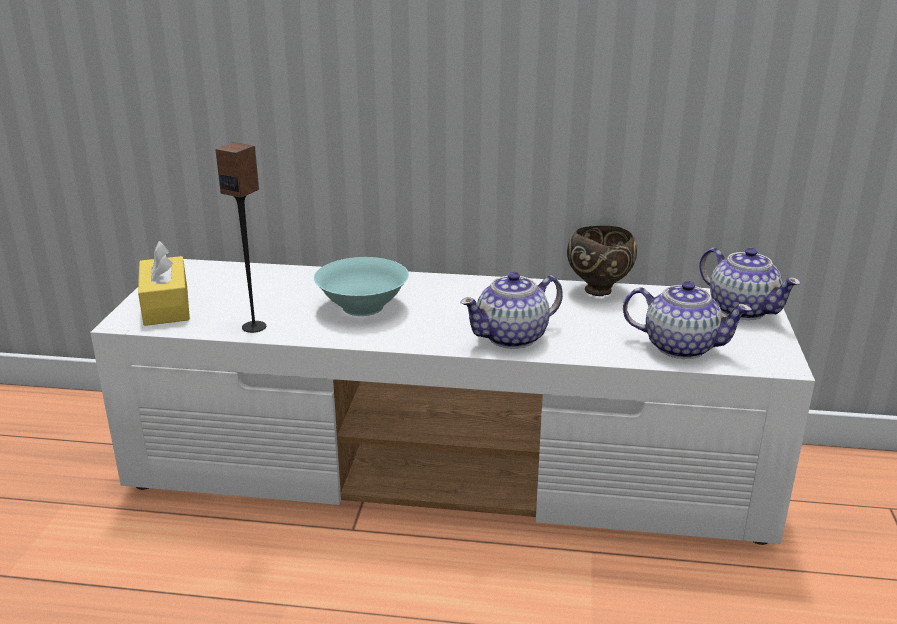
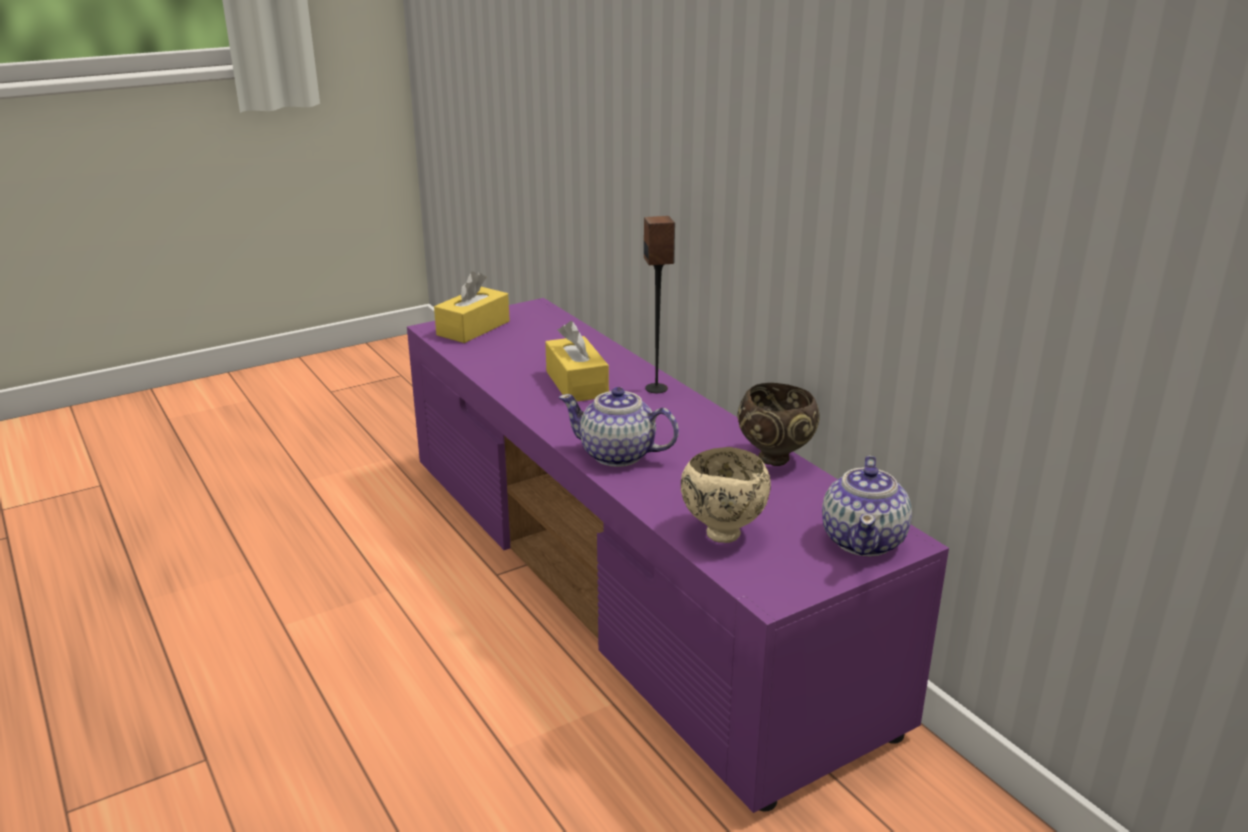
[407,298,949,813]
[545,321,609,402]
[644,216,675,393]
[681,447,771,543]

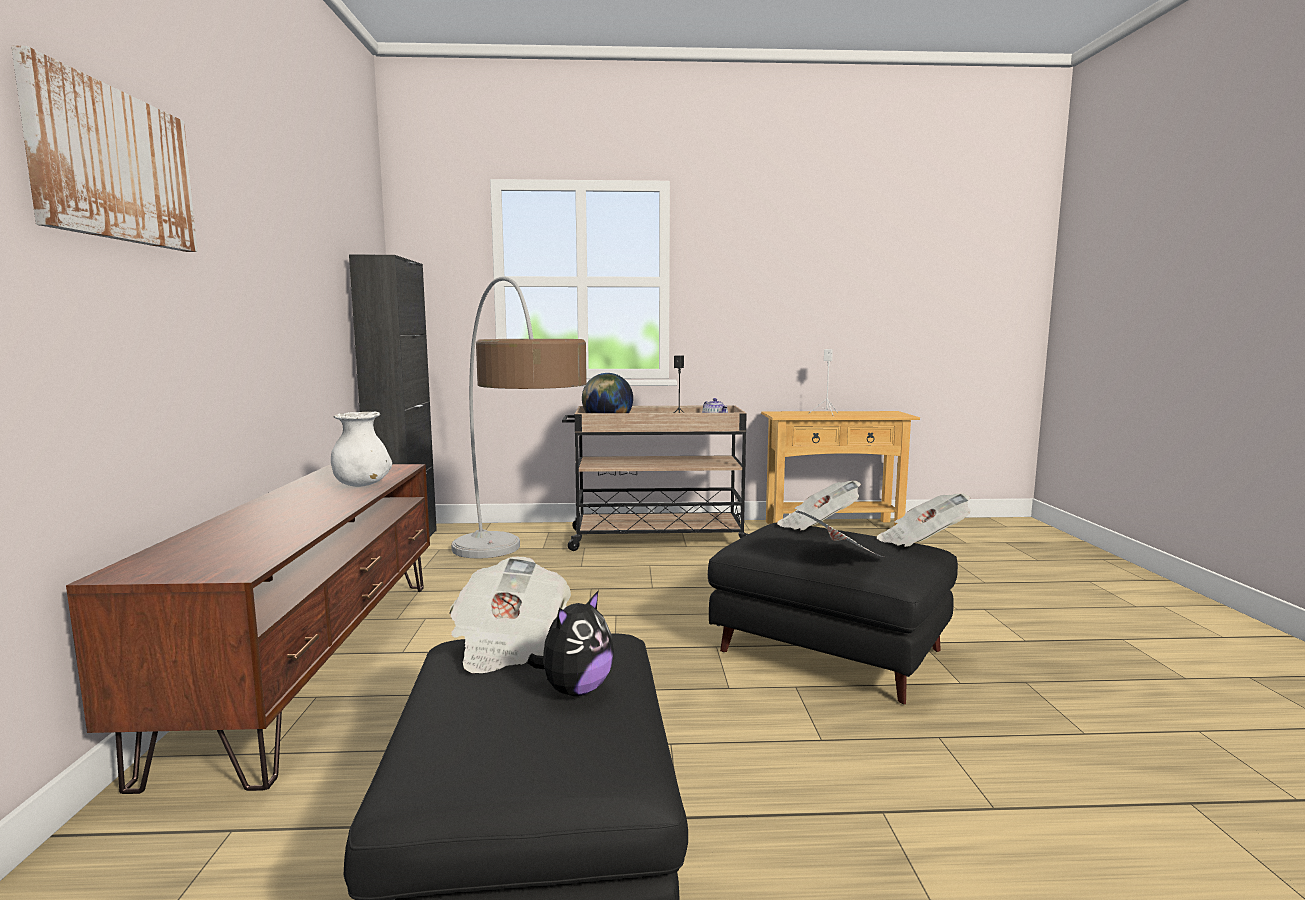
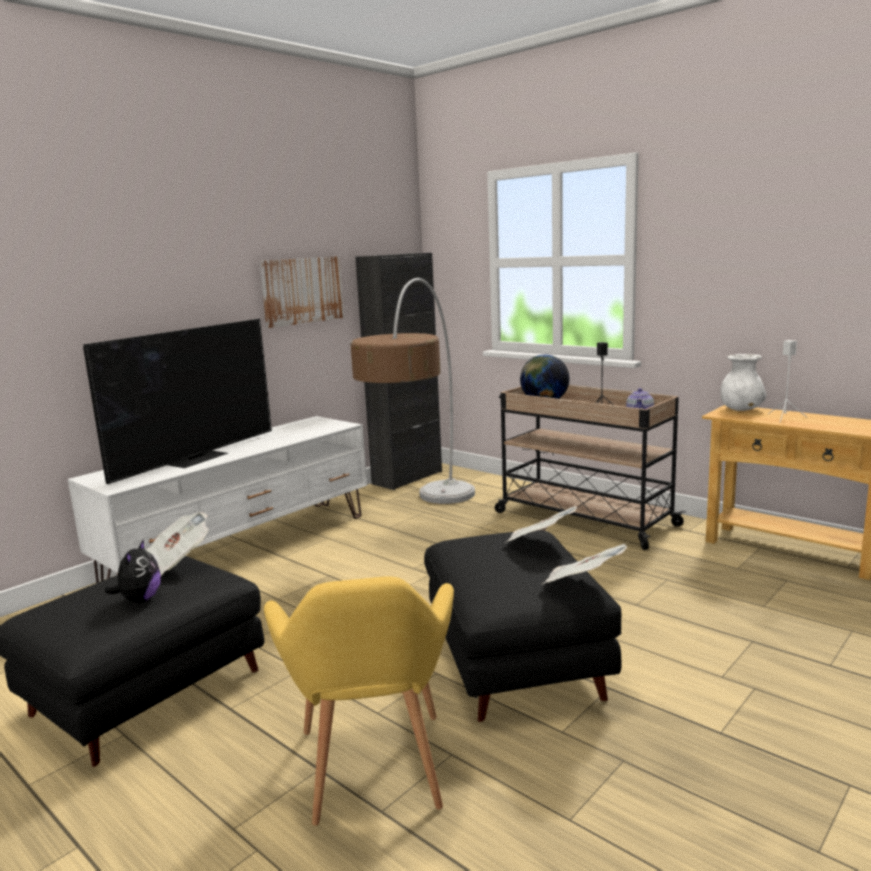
[68,416,367,583]
[83,319,272,484]
[105,539,161,603]
[260,256,344,328]
[264,576,454,826]
[720,354,767,411]
[794,511,884,557] (first image)

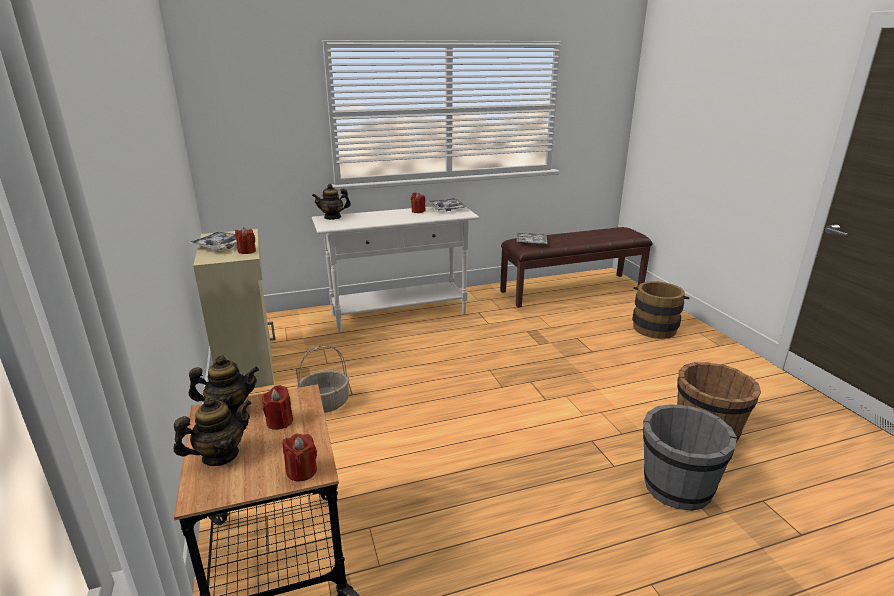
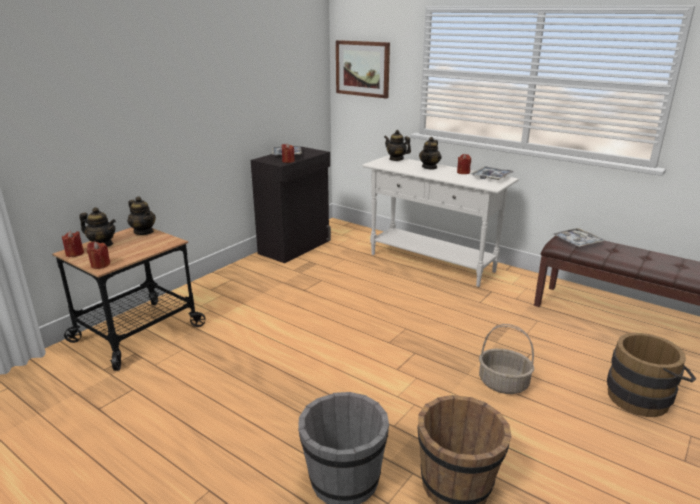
[62,231,84,257]
[251,146,331,263]
[336,40,390,99]
[419,137,442,170]
[479,324,534,394]

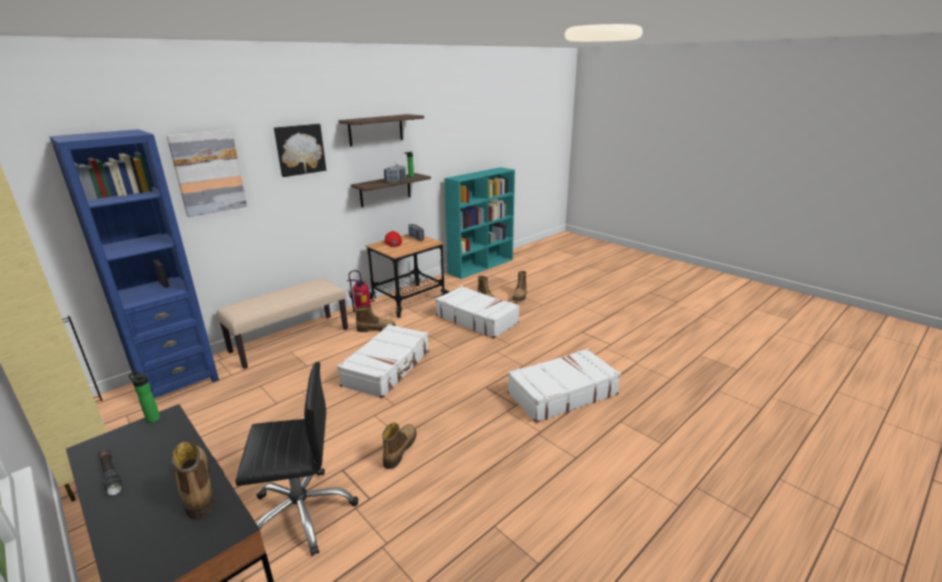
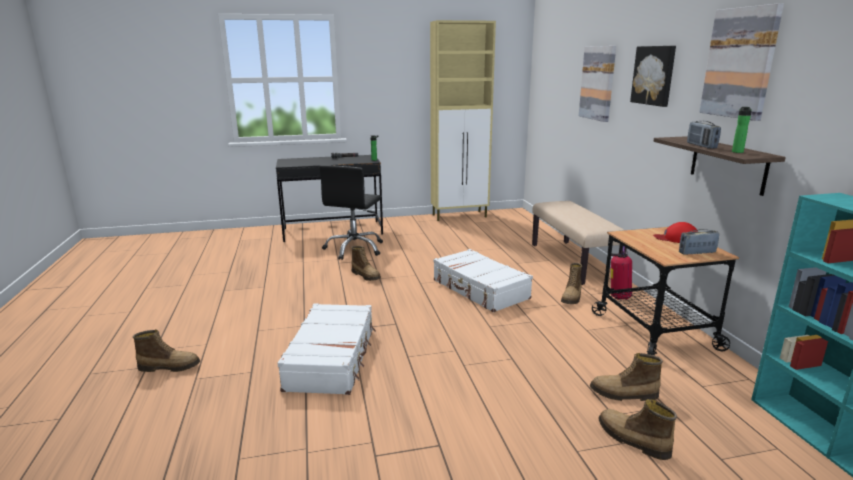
[133,330,200,372]
[699,3,784,121]
[49,129,219,398] (first image)
[435,286,519,338] (first image)

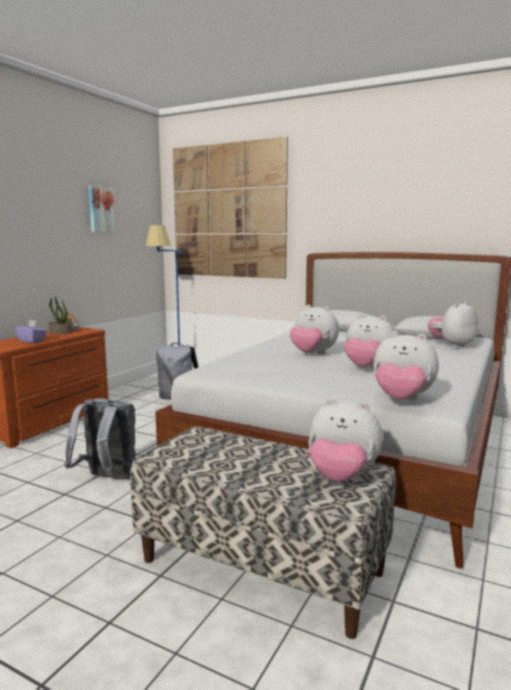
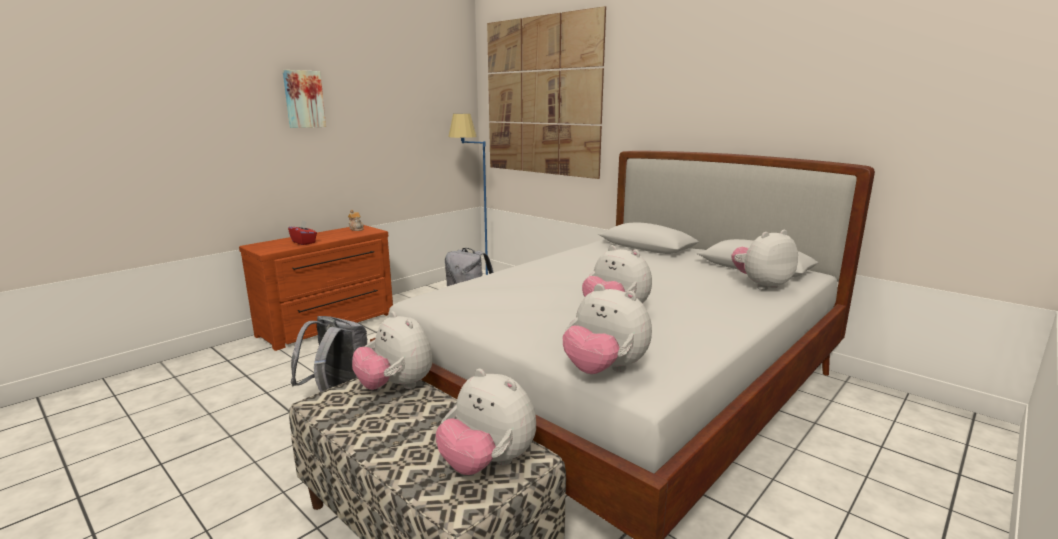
[283,70,326,128]
[288,220,317,245]
[352,311,433,390]
[49,295,71,334] (first image)

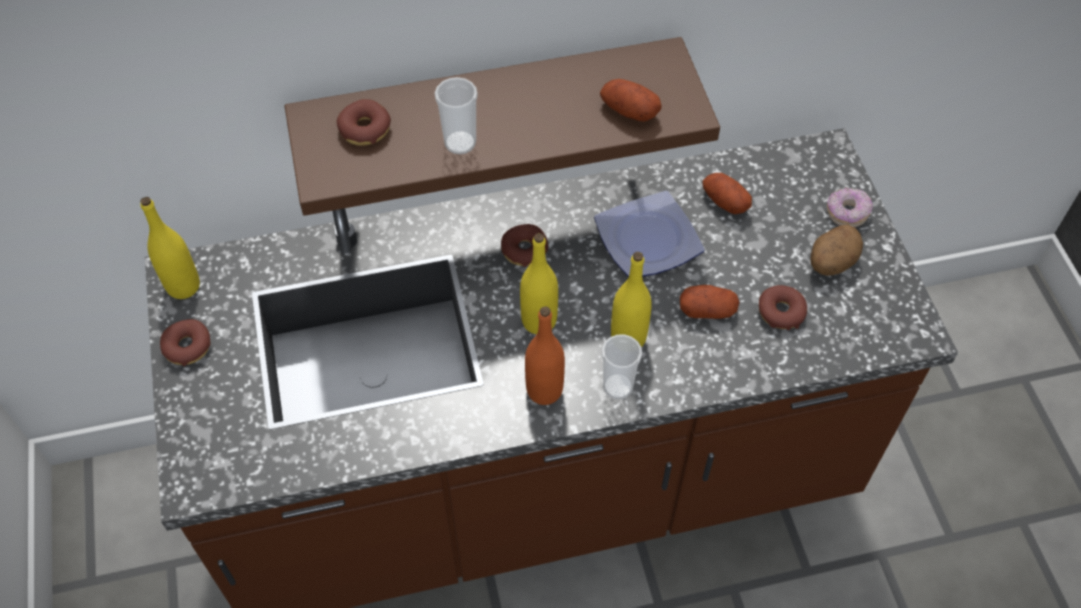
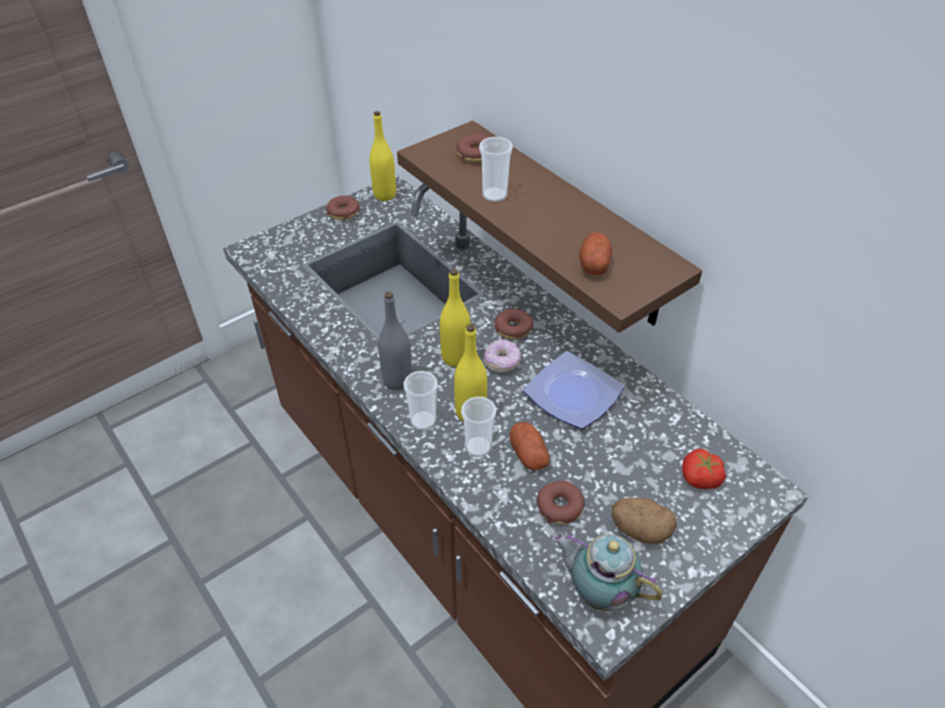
[378,292,412,390]
[461,396,496,457]
[484,339,521,372]
[552,532,663,611]
[682,449,726,489]
[703,173,752,214] (first image)

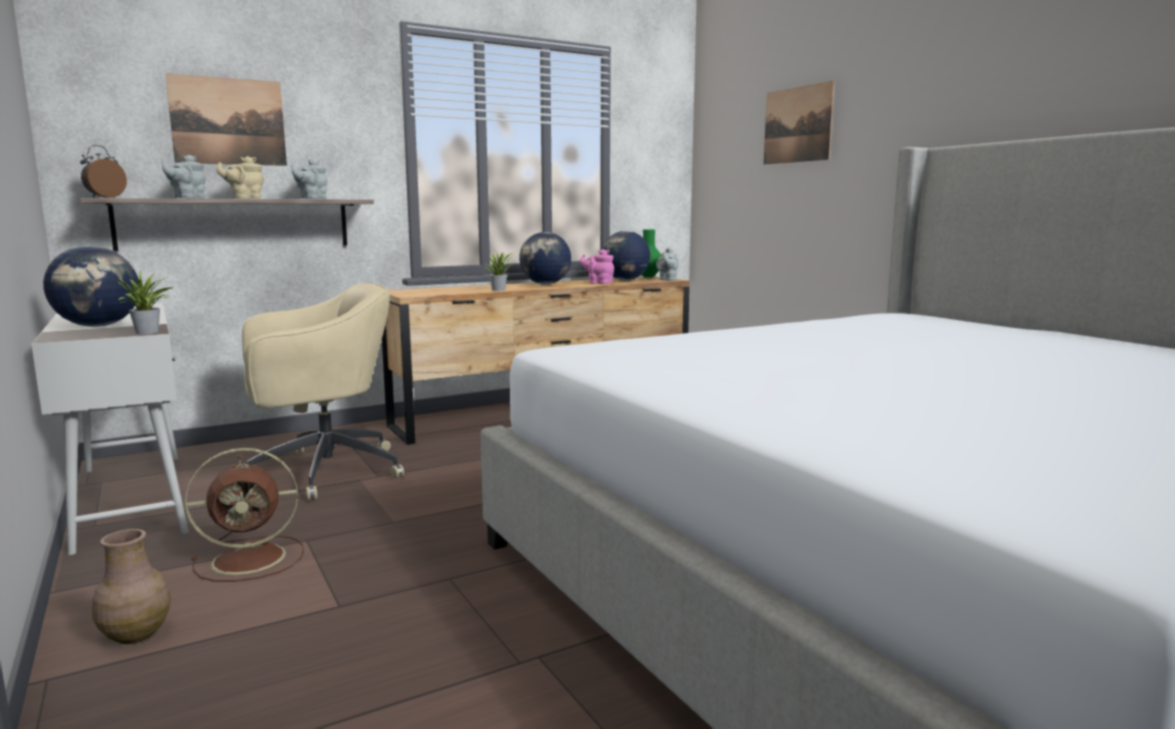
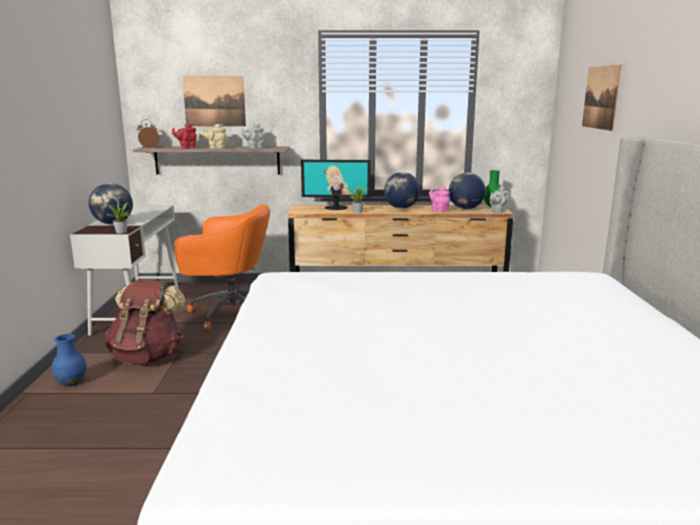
[52,334,87,387]
[105,280,185,363]
[172,124,197,149]
[174,204,270,330]
[301,160,371,210]

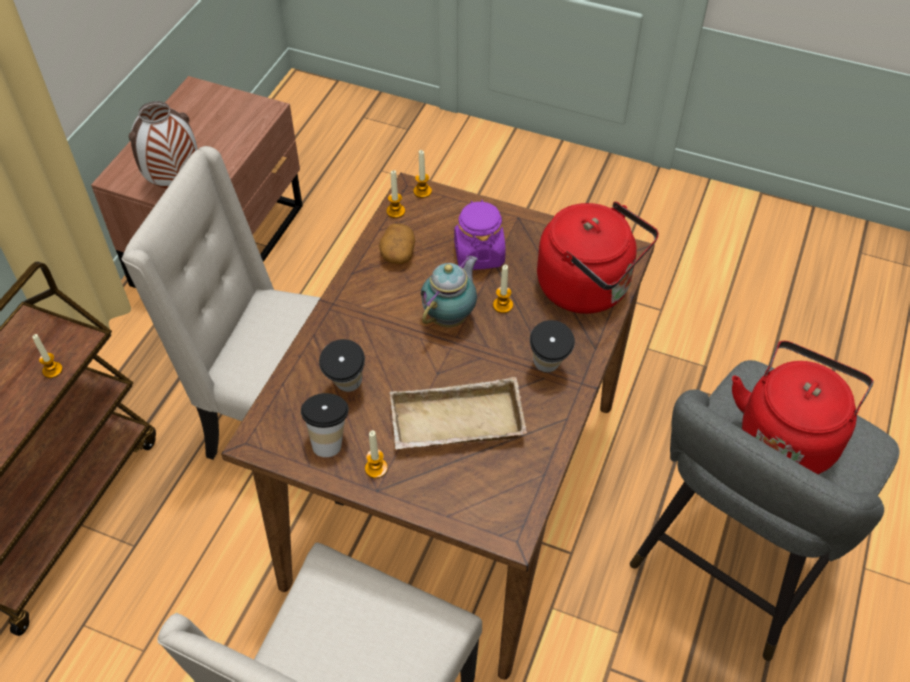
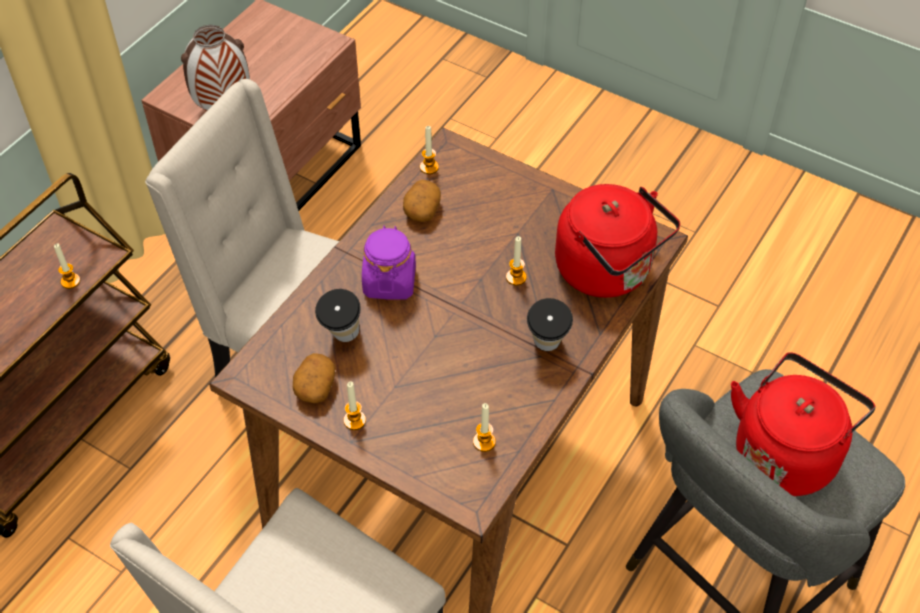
[293,353,335,404]
[362,226,416,300]
[473,403,496,452]
[390,377,527,450] (first image)
[421,255,478,327] (first image)

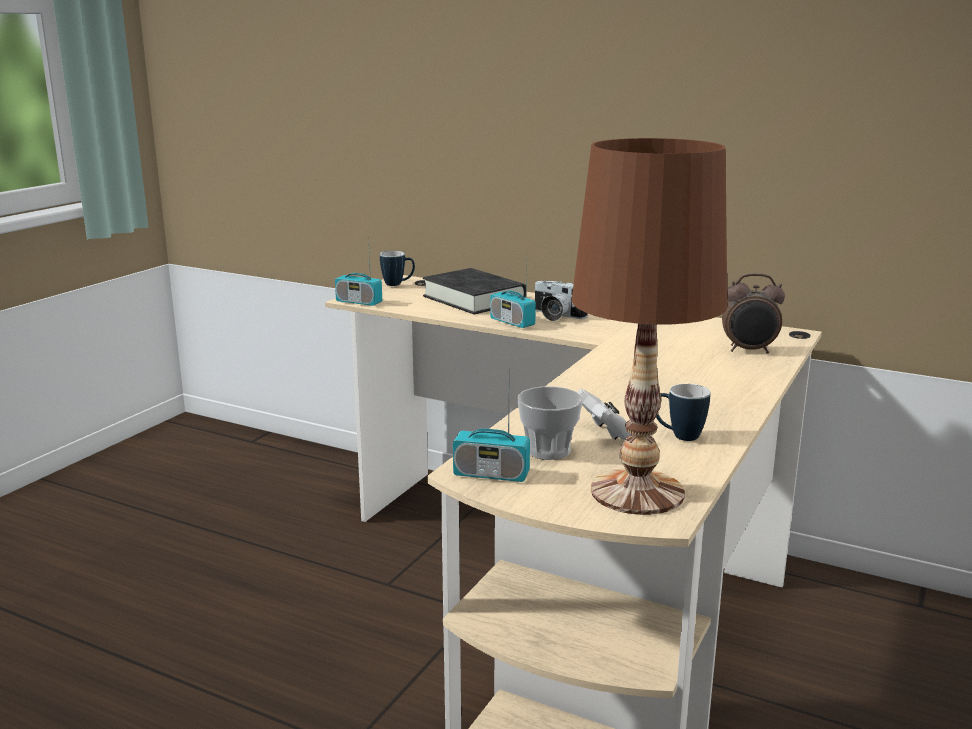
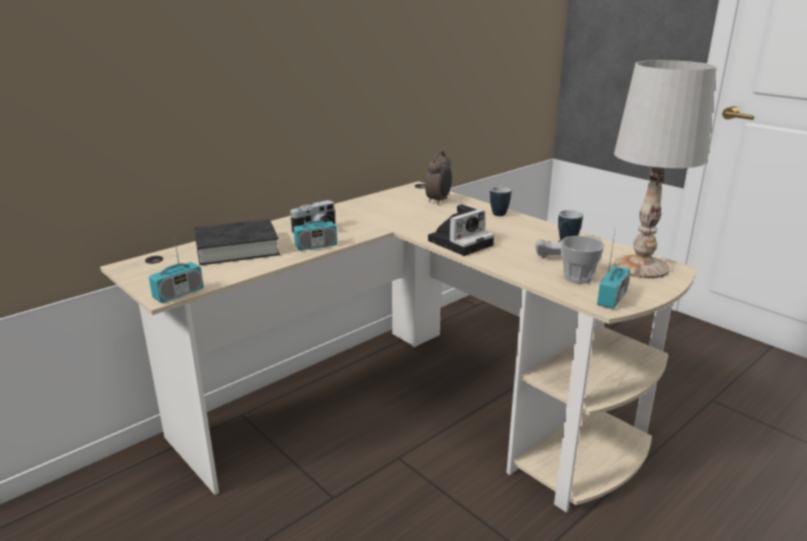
[428,204,494,256]
[490,186,511,216]
[614,60,716,278]

